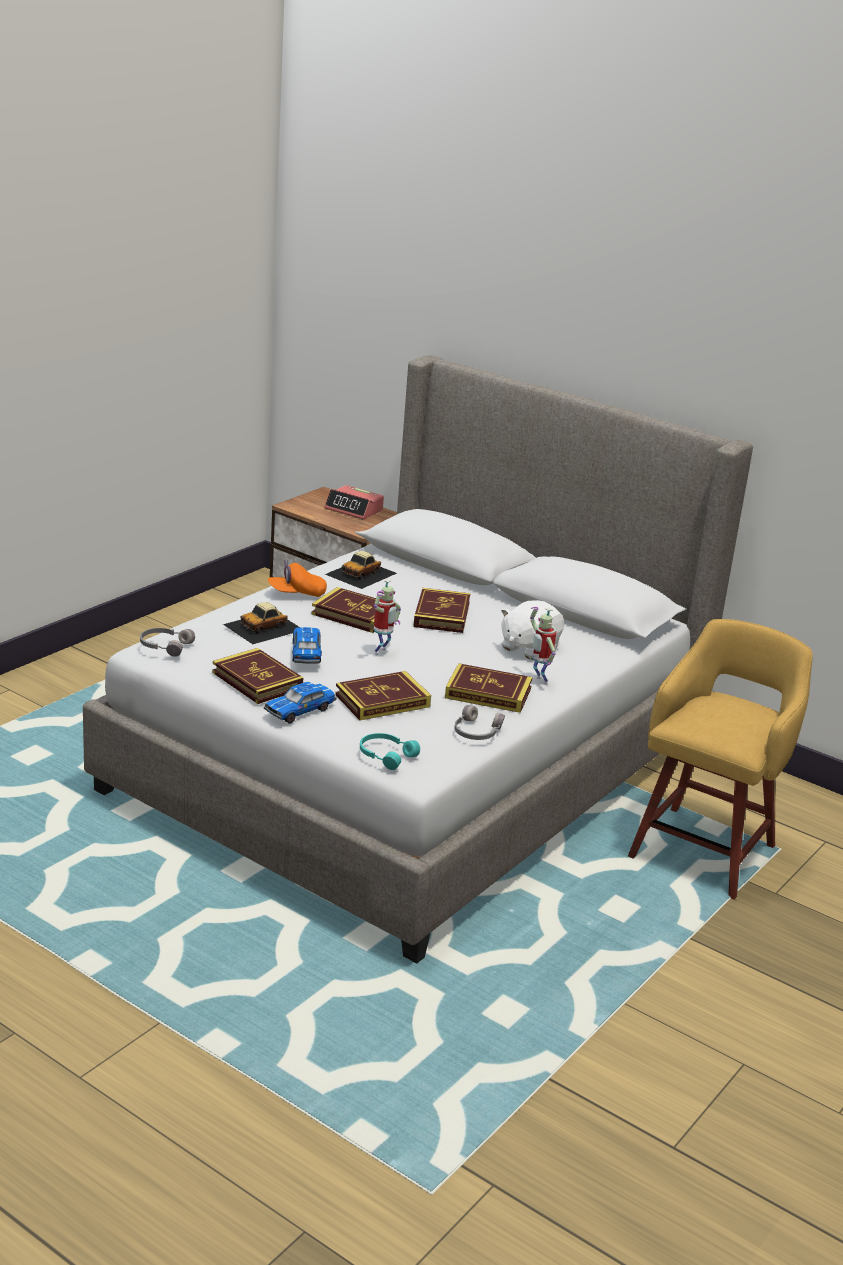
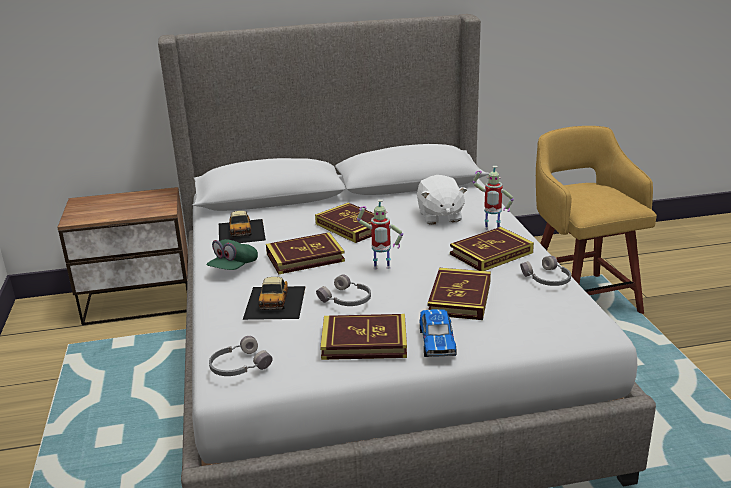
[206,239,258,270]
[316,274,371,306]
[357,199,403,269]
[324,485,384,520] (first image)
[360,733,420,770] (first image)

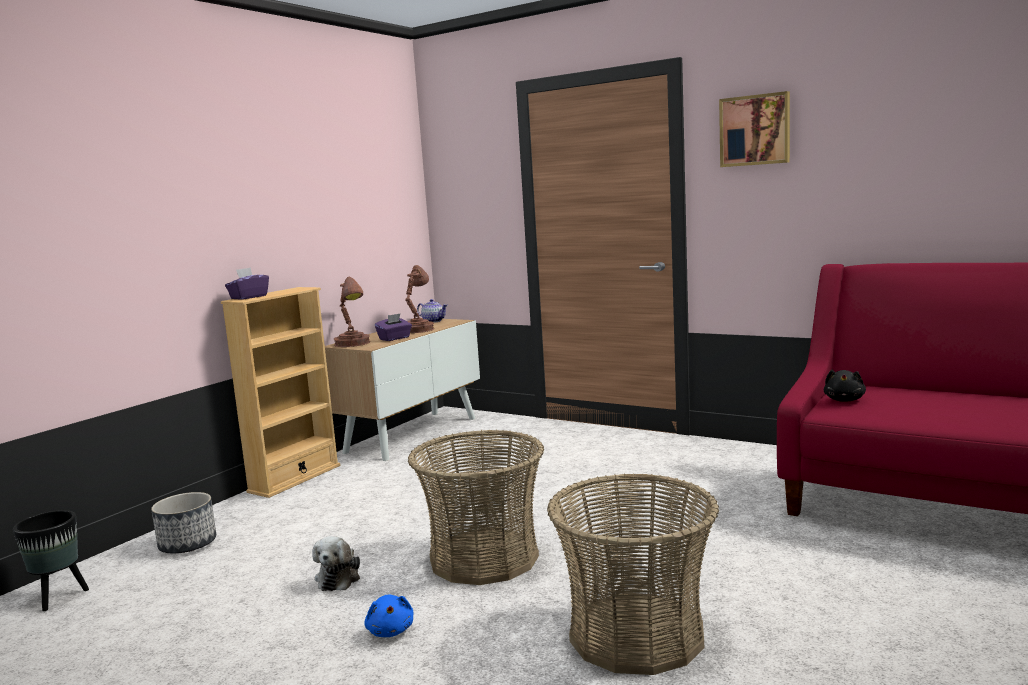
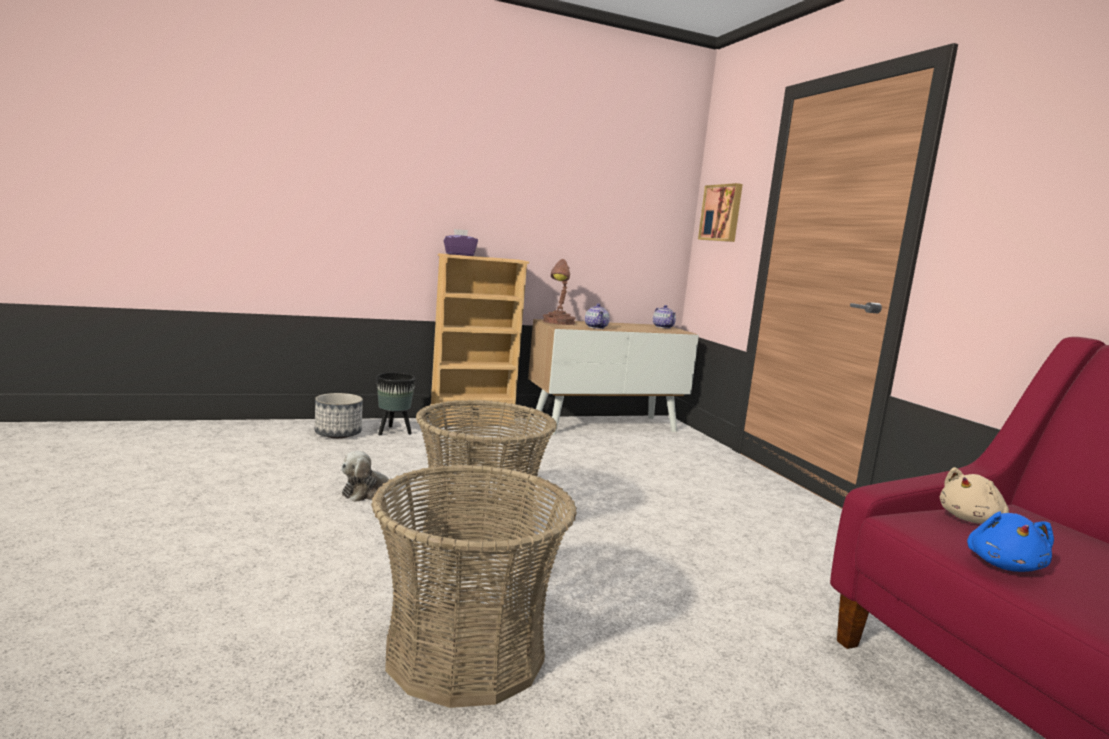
[376,372,416,435]
[585,303,610,329]
[698,183,743,242]
[940,467,1009,524]
[967,511,1054,572]
[405,265,435,333] (first image)

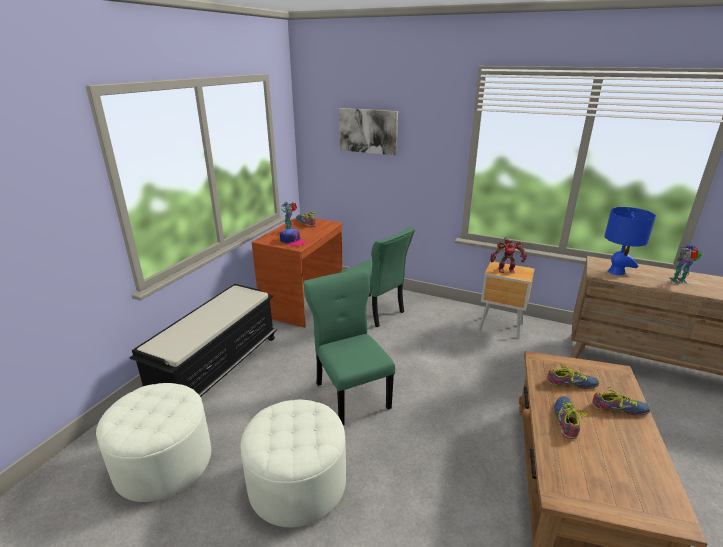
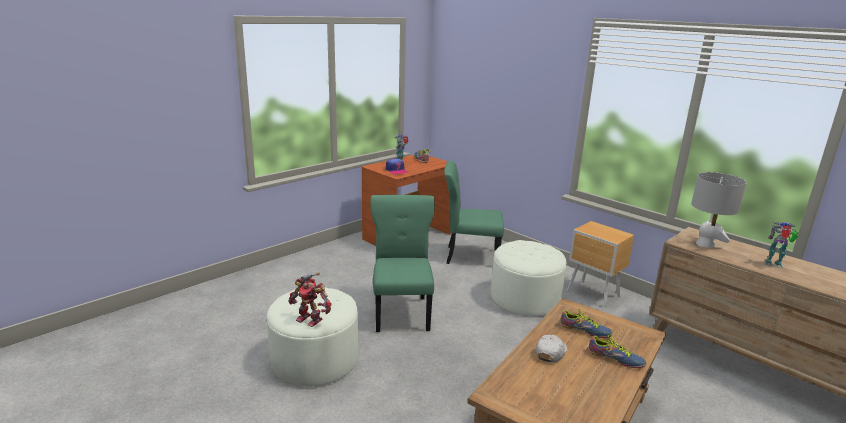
[288,272,332,327]
[444,161,504,264]
[491,240,566,316]
[536,335,567,363]
[691,172,747,248]
[130,284,276,397] (first image)
[339,108,398,155] (first image)

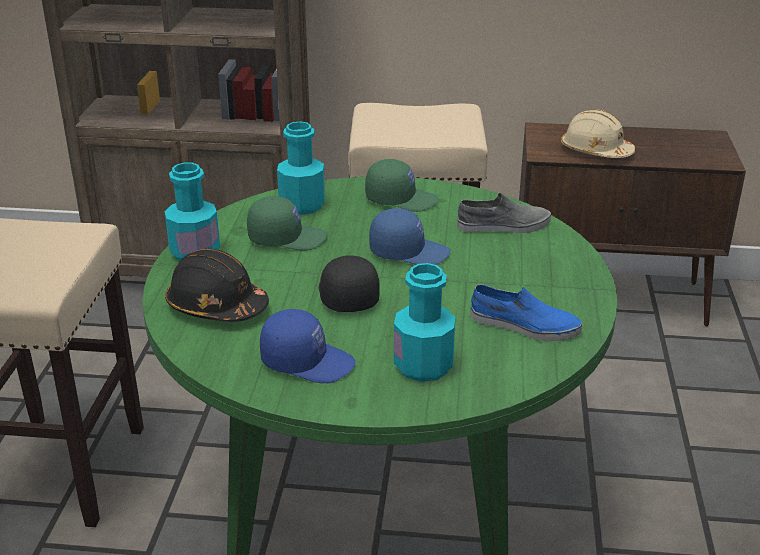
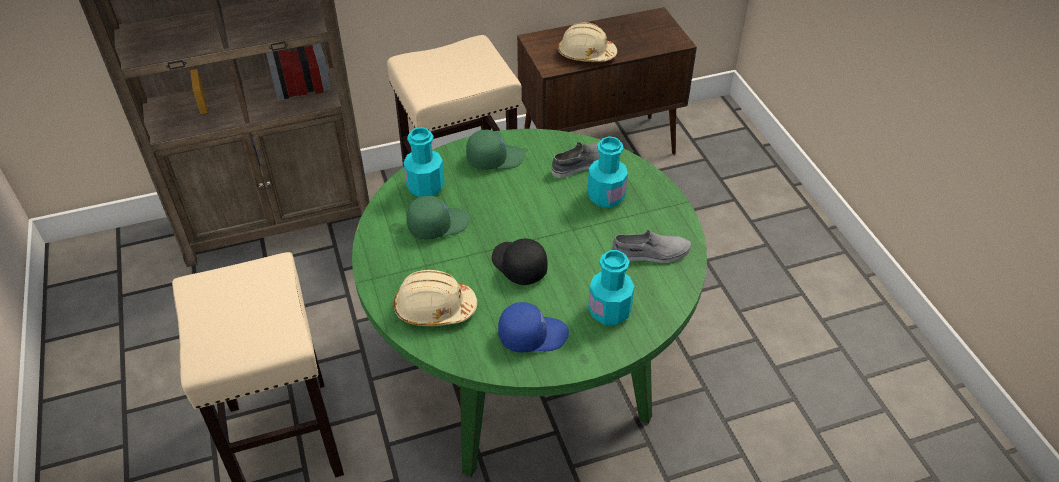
[394,270,477,326]
[587,137,628,208]
[612,230,691,263]
[369,208,450,265] (first image)

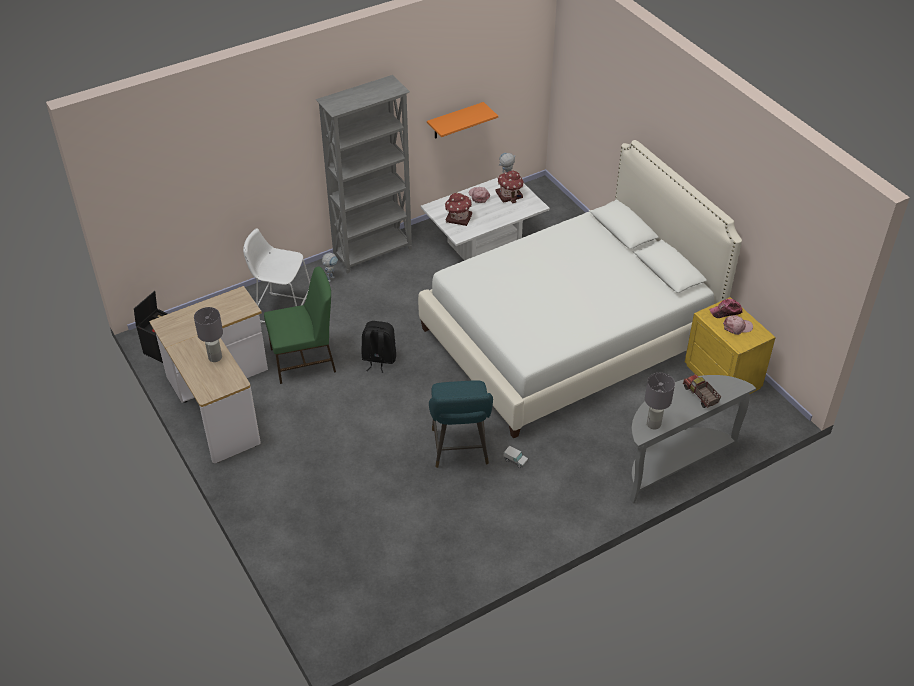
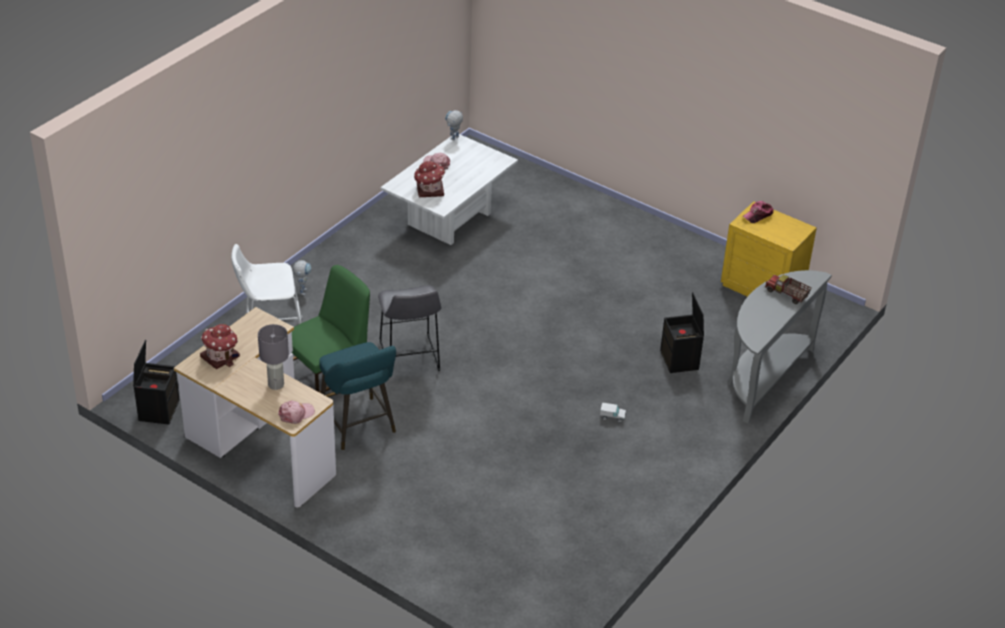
[200,324,240,369]
[278,401,315,424]
[319,342,396,450]
[378,285,442,371]
[660,292,704,373]
[316,75,412,274] (first image)
[418,140,742,439] (first image)
[427,102,498,139] (first image)
[645,373,675,429] (first image)

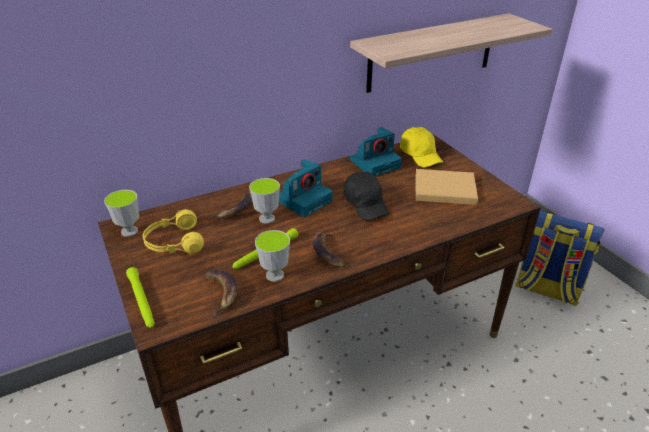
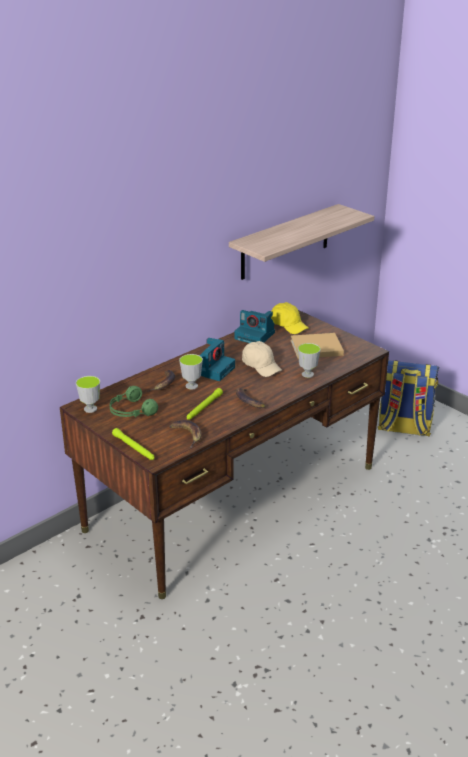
[110,386,158,417]
[234,310,275,343]
[242,341,282,377]
[298,343,321,378]

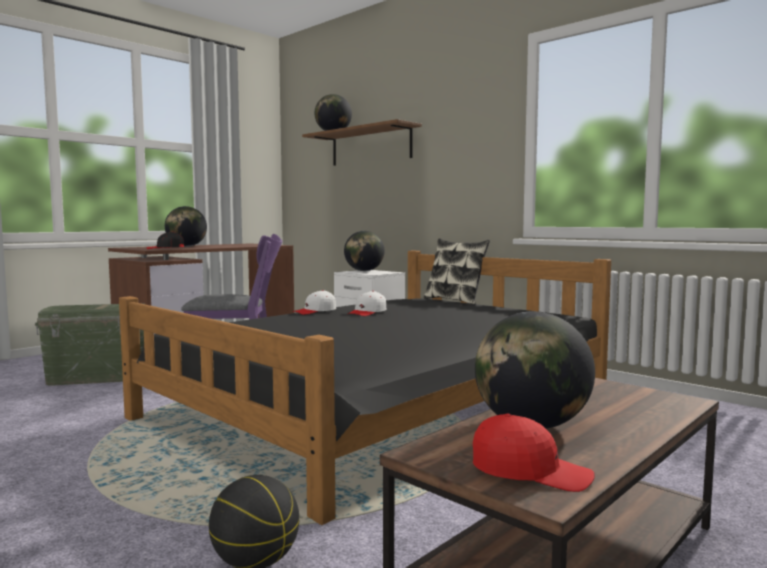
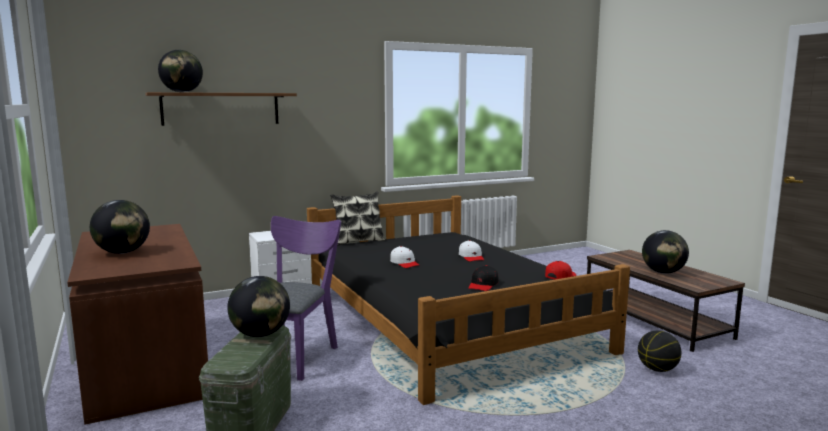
[227,276,290,337]
[459,240,484,262]
[469,265,498,291]
[545,261,576,280]

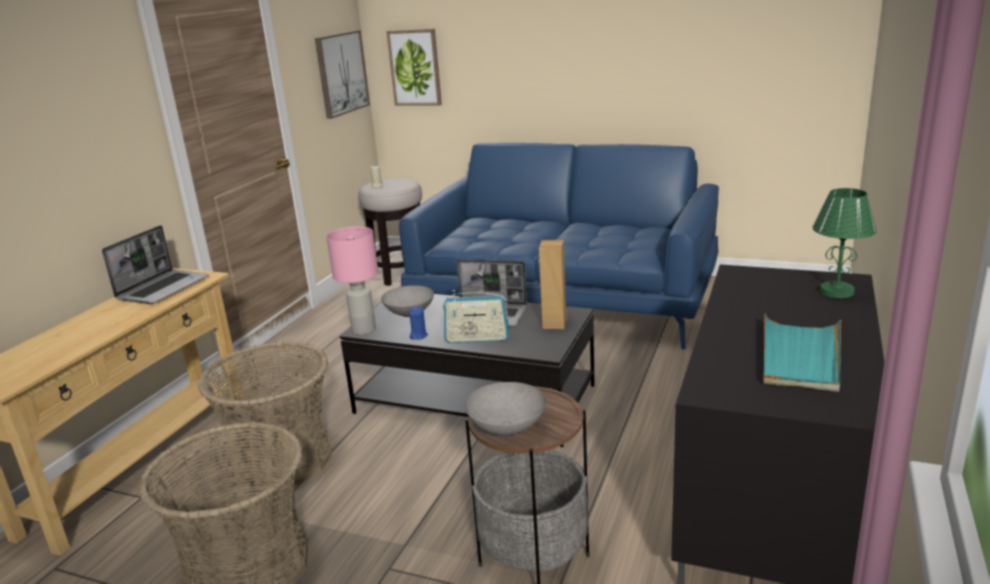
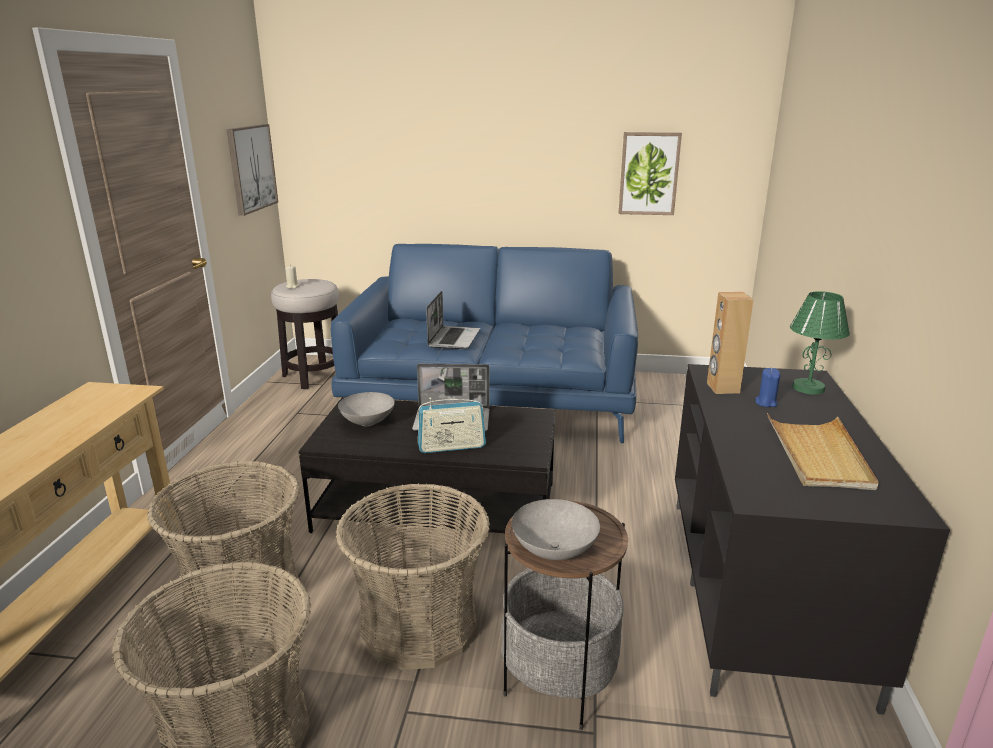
[336,483,490,670]
[426,291,480,349]
[619,132,682,215]
[707,292,754,394]
[755,368,781,407]
[767,413,879,490]
[326,226,378,335] (first image)

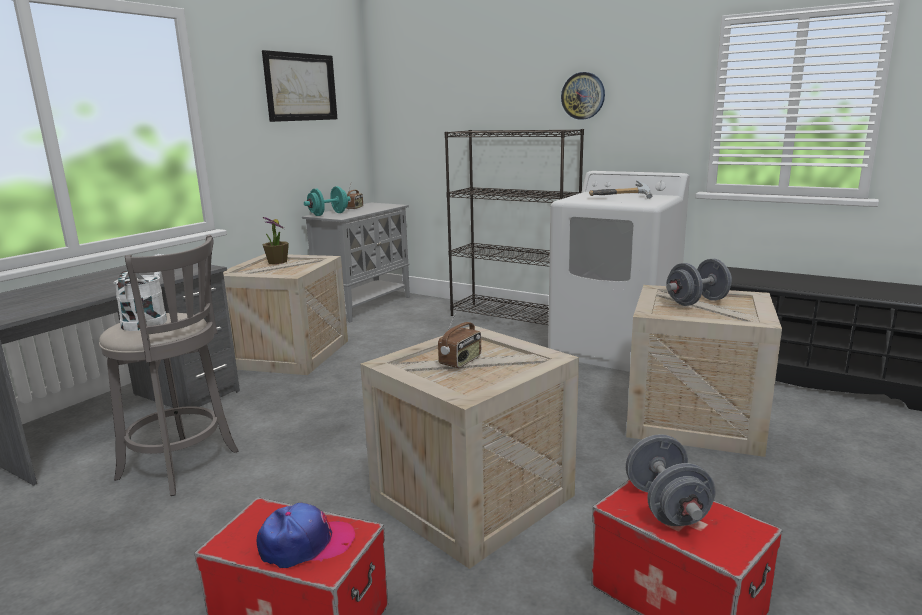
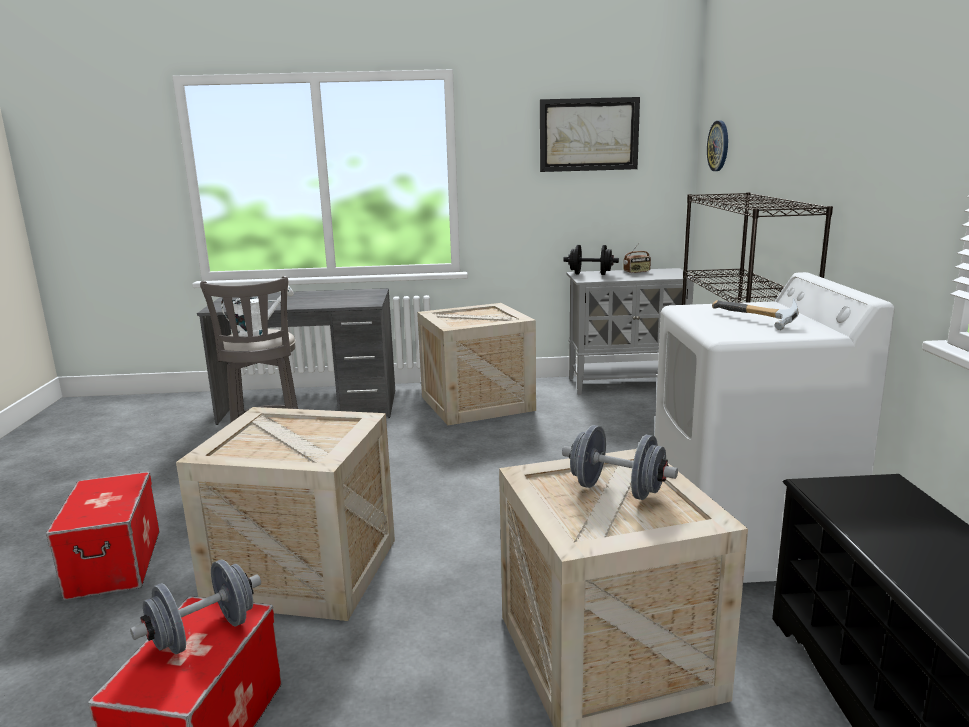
[563,245,619,275]
[707,120,728,171]
[256,503,355,568] (first image)
[262,217,289,264] (first image)
[438,308,481,368] (first image)

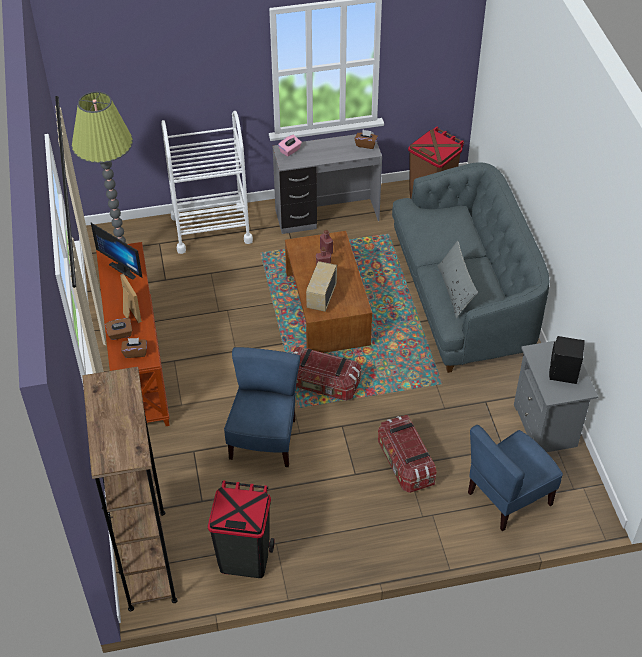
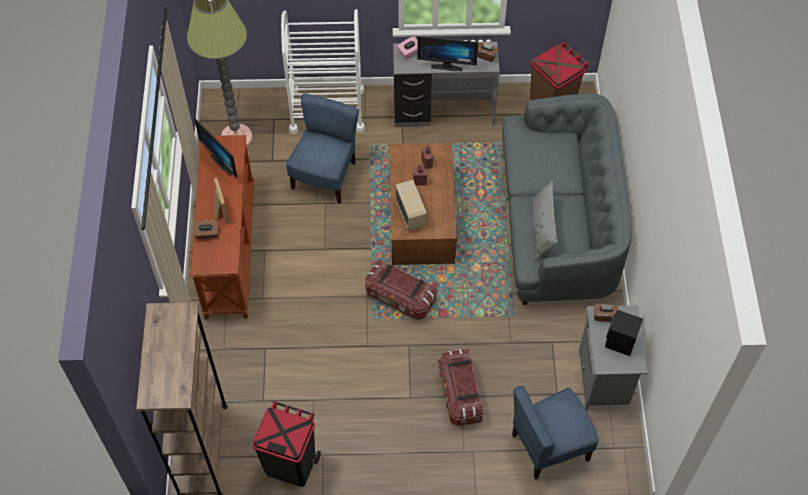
[286,94,359,203]
[395,180,427,231]
[417,36,478,71]
[594,304,618,322]

